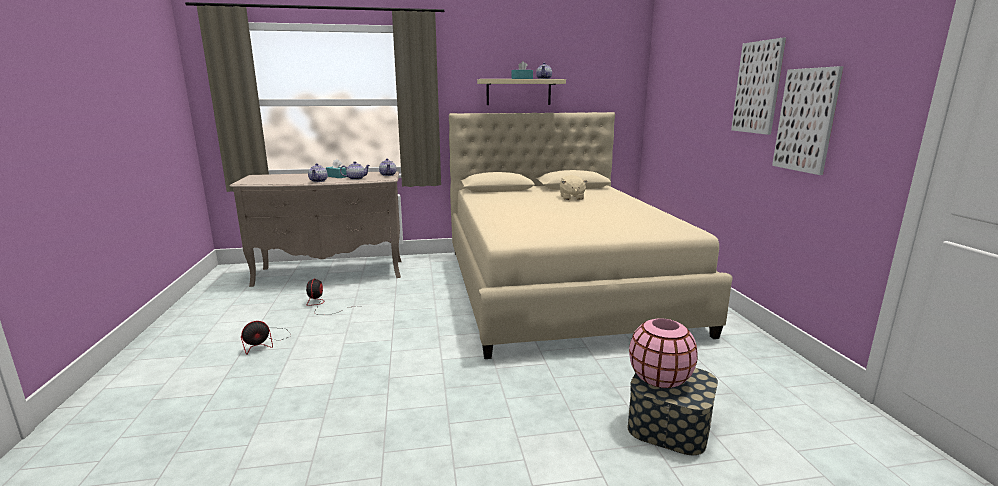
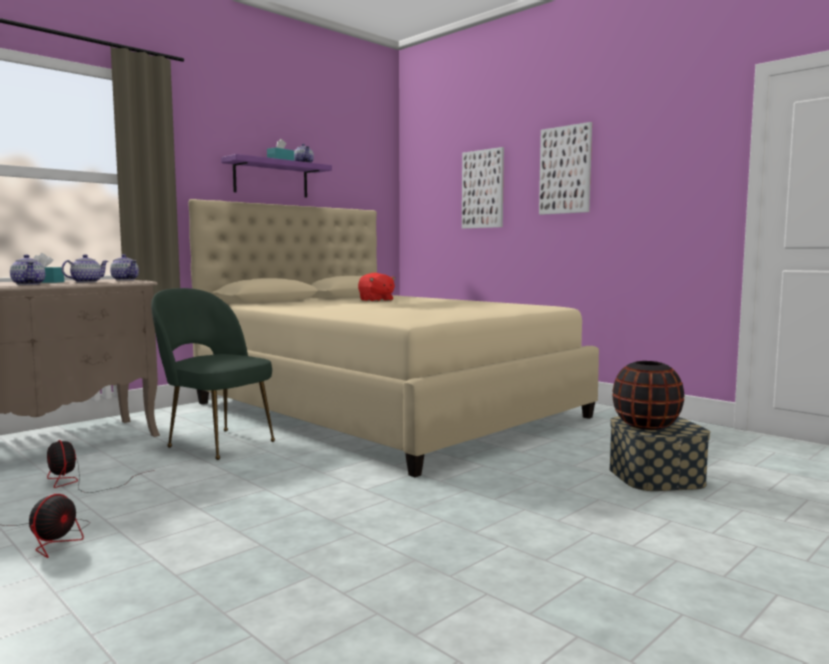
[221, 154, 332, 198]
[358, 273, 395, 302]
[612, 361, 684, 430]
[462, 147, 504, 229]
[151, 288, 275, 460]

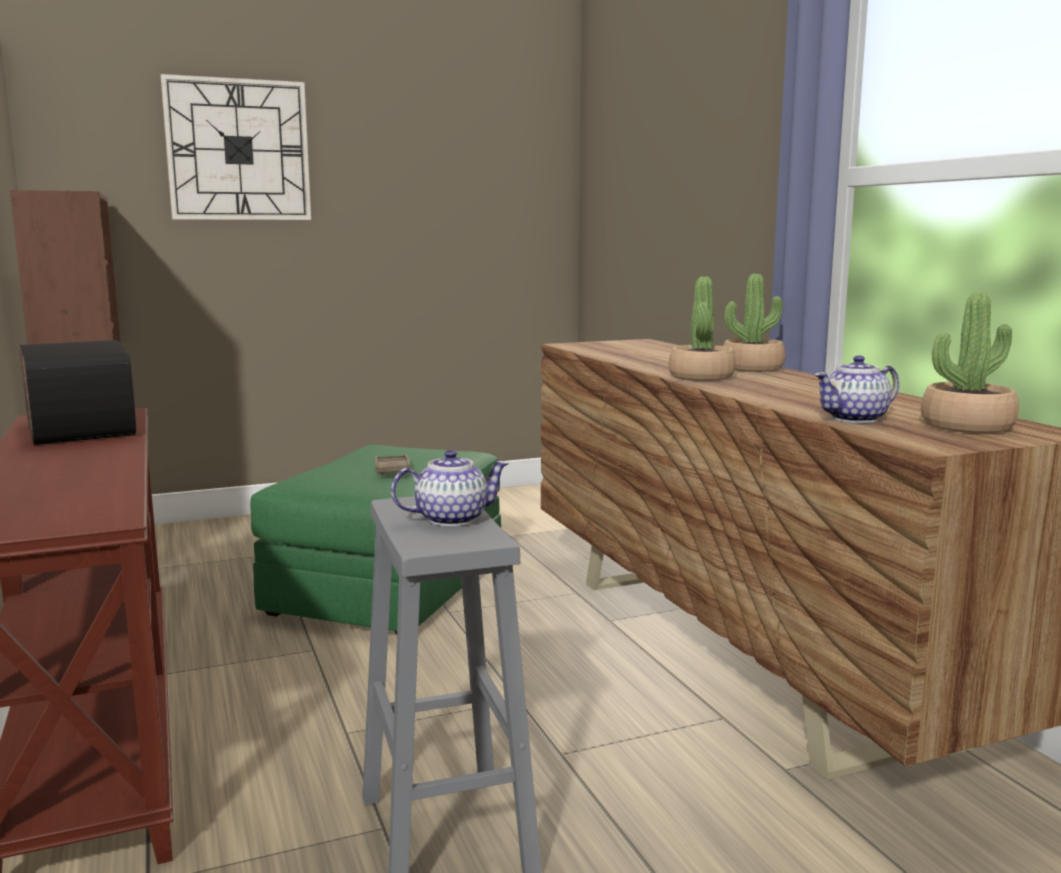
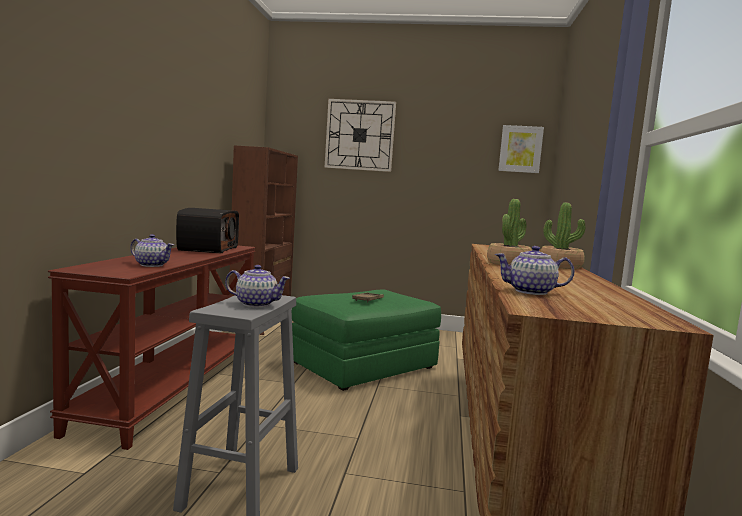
[921, 293, 1019, 433] (first image)
[130, 234, 174, 267]
[498, 125, 544, 173]

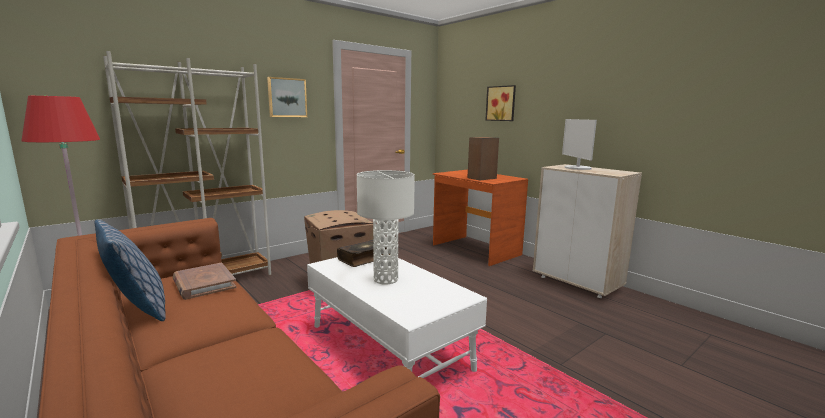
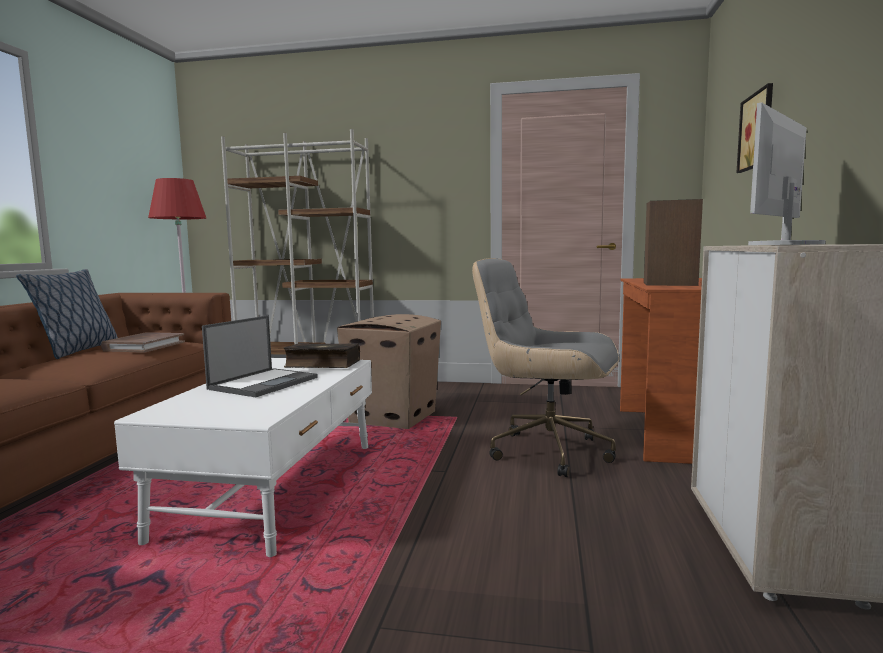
[267, 77, 307, 117] (first image)
[202, 315, 318, 397]
[472, 258, 619, 477]

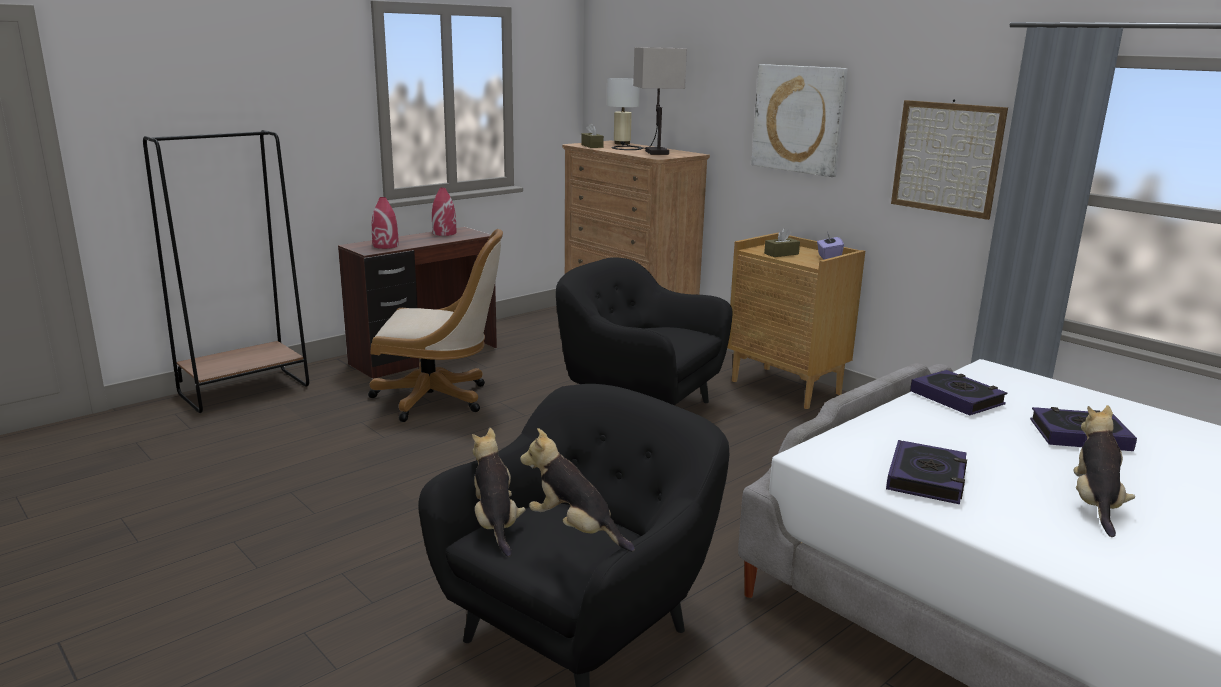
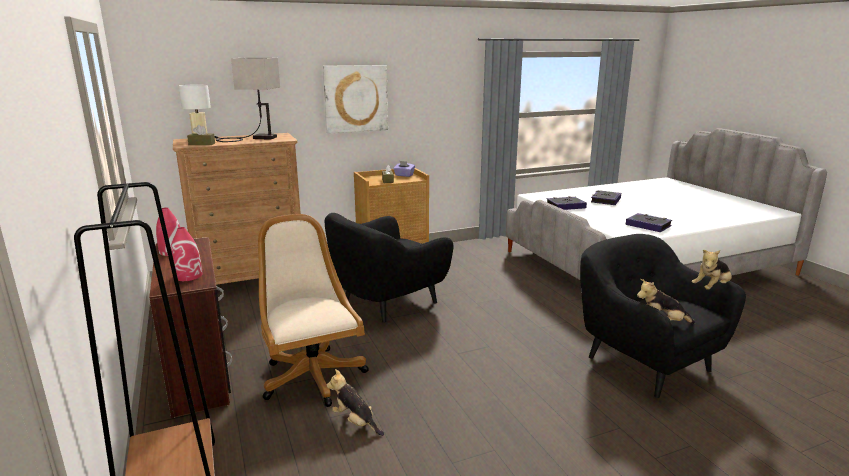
[258, 214, 369, 407]
[891, 99, 1008, 220] (first image)
[327, 369, 384, 436]

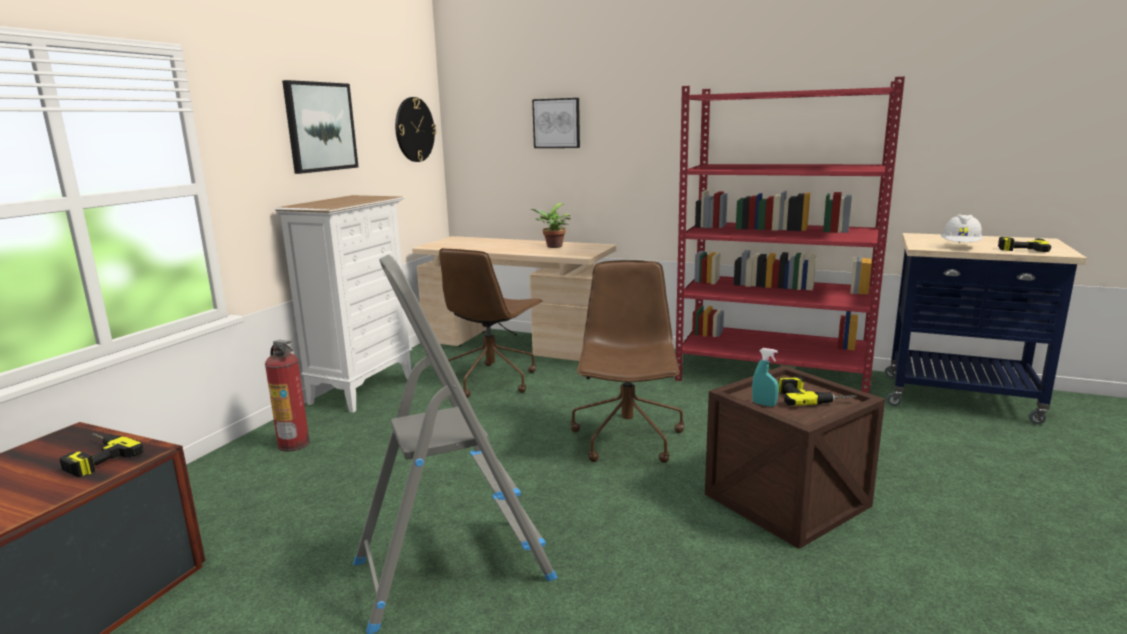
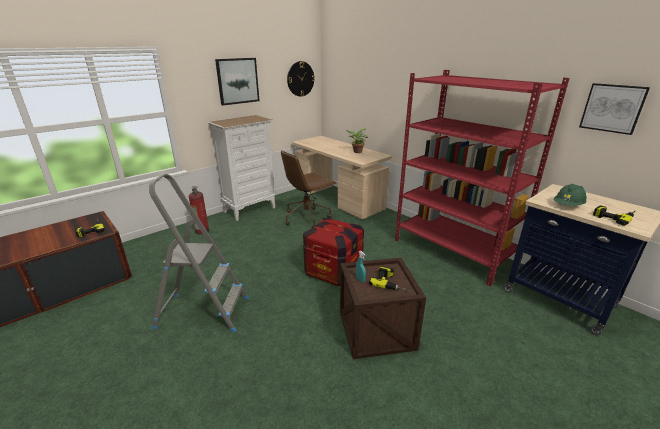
[579, 83, 650, 135]
[303, 218, 364, 286]
[554, 184, 587, 206]

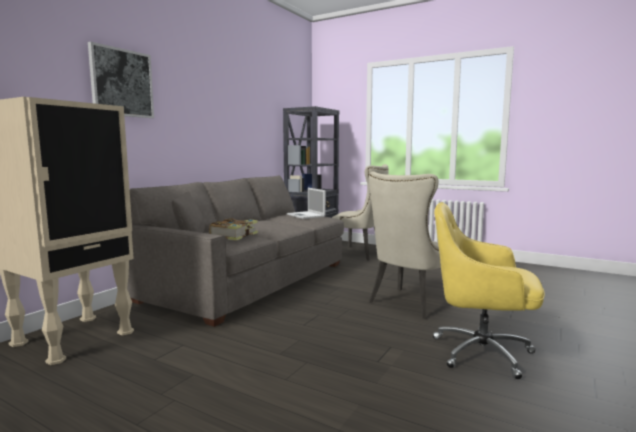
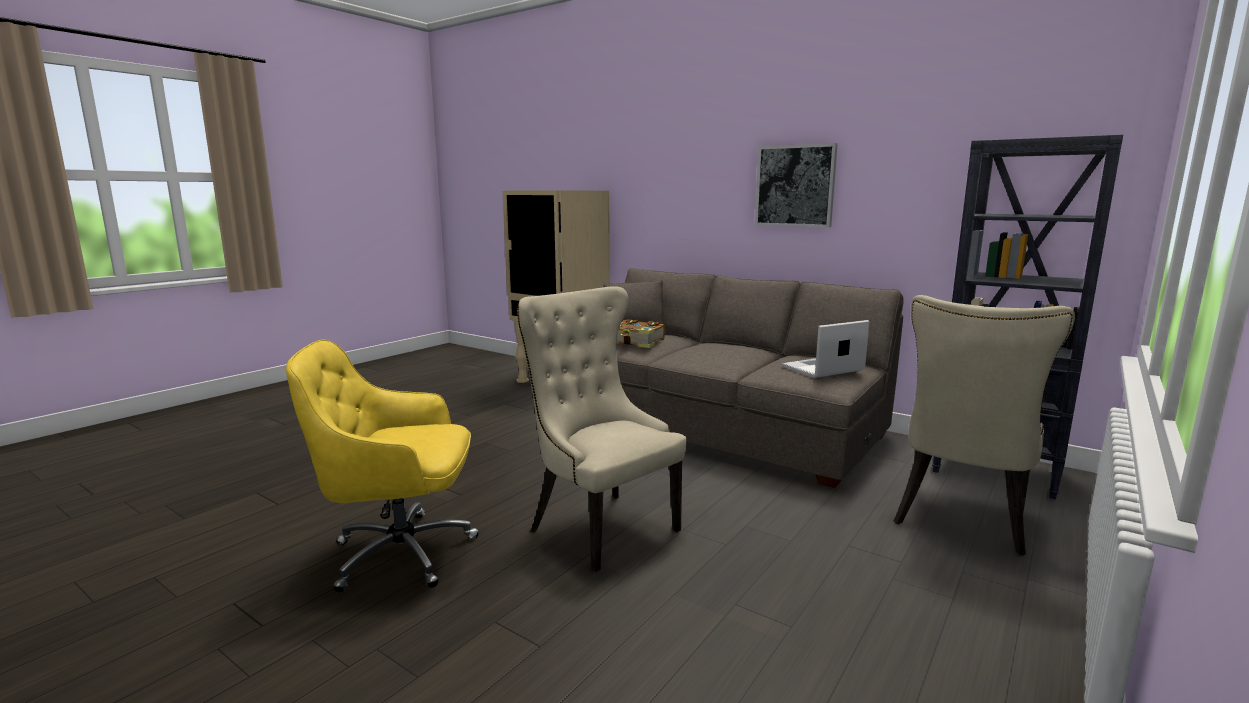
[755, 143, 838, 227]
[286, 340, 478, 592]

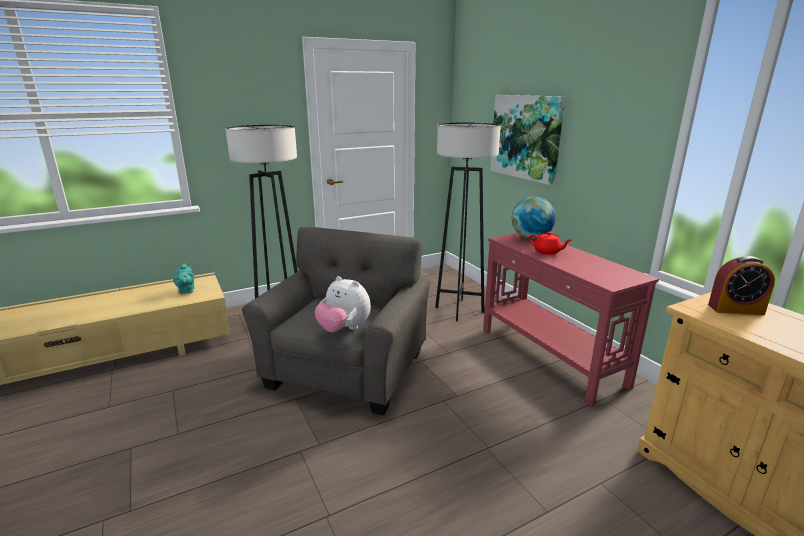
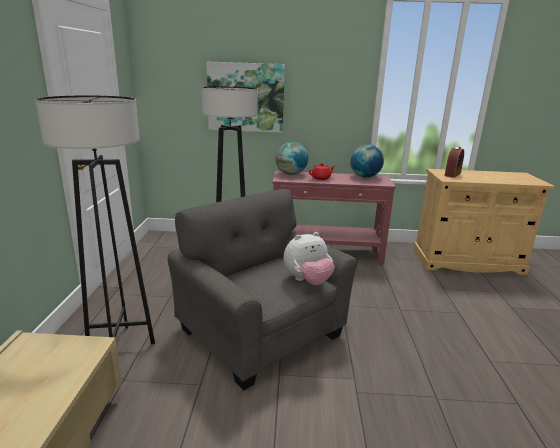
[173, 263, 195, 294] (first image)
[350, 144, 384, 178]

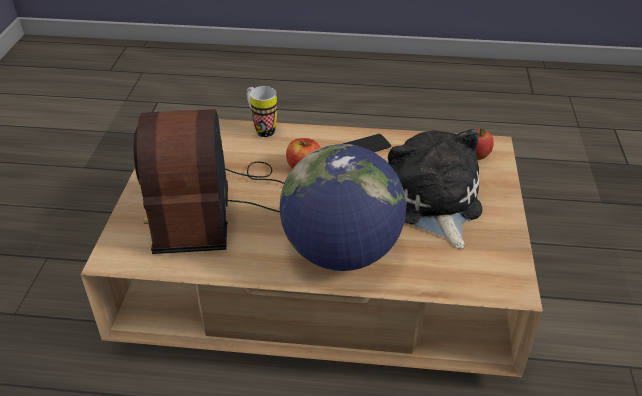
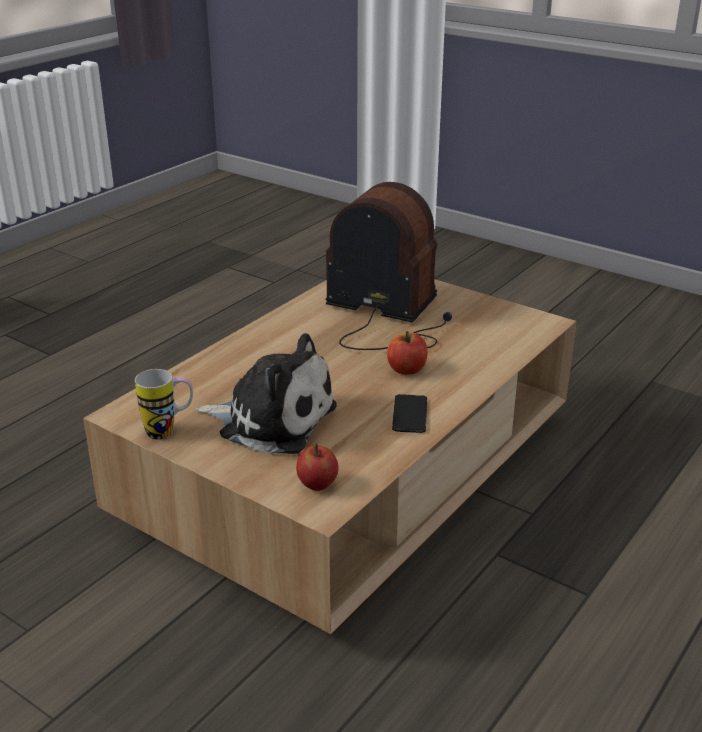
[135, 369, 193, 440]
[280, 144, 406, 271] (first image)

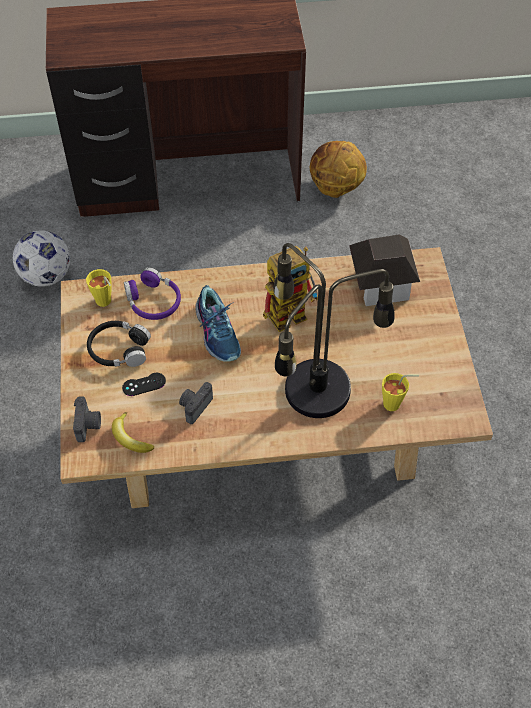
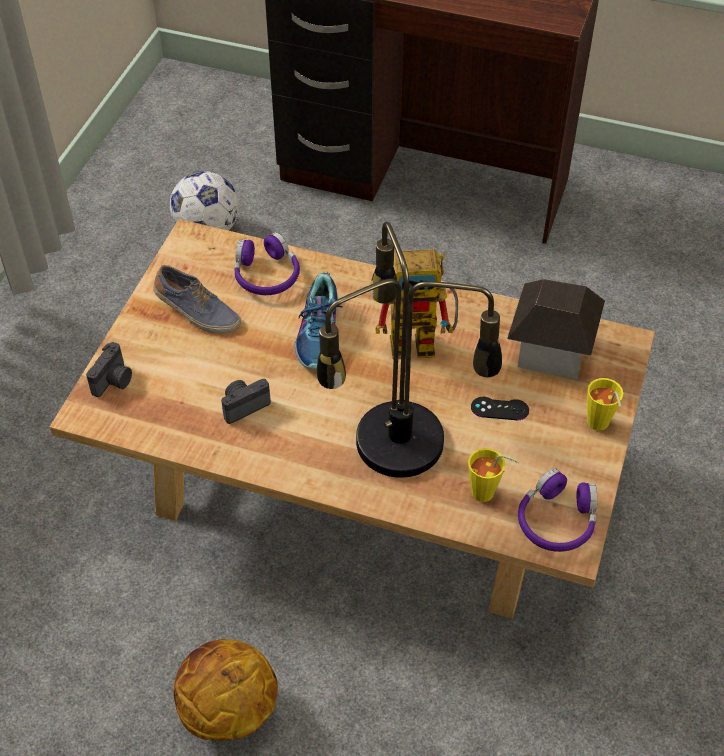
[587, 378, 623, 431]
[153, 265, 241, 334]
[112, 412, 154, 453] (first image)
[471, 397, 529, 420]
[173, 639, 278, 740]
[518, 468, 597, 552]

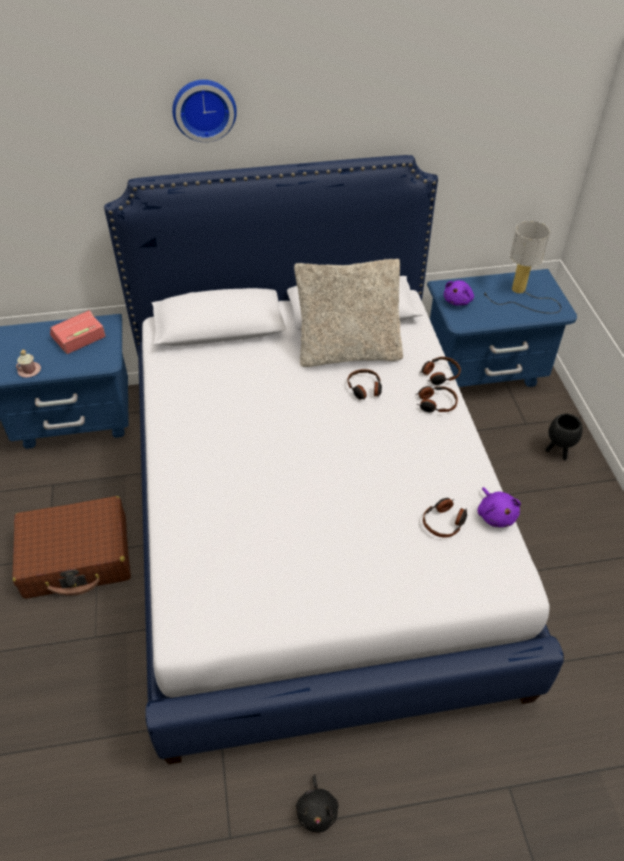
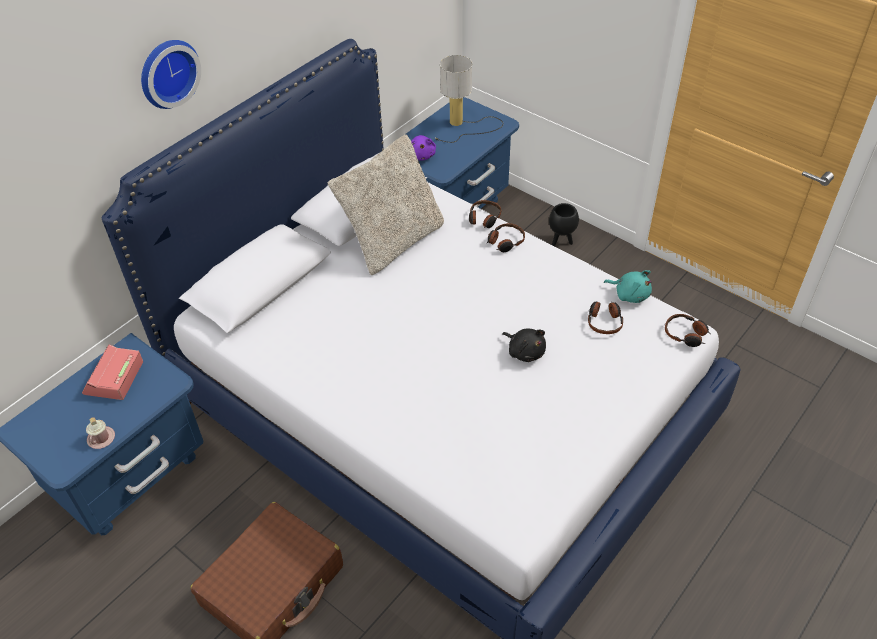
[502, 328, 546, 362]
[665, 314, 711, 347]
[604, 270, 652, 303]

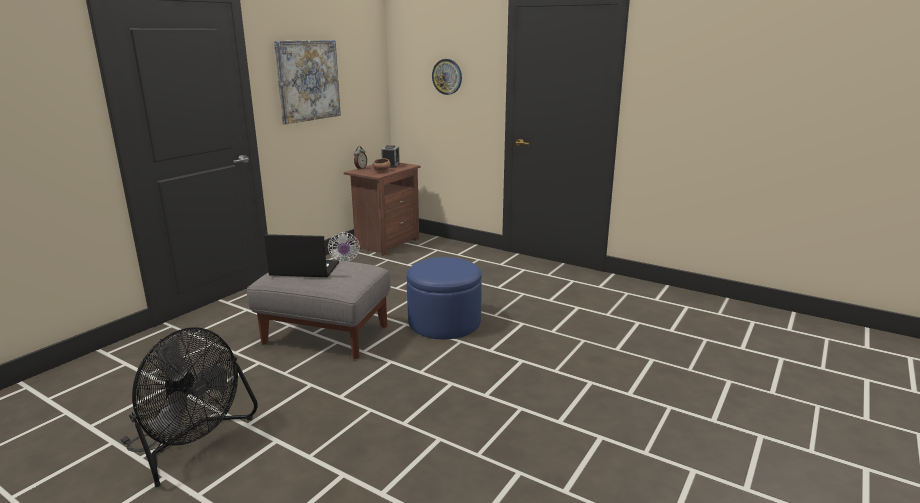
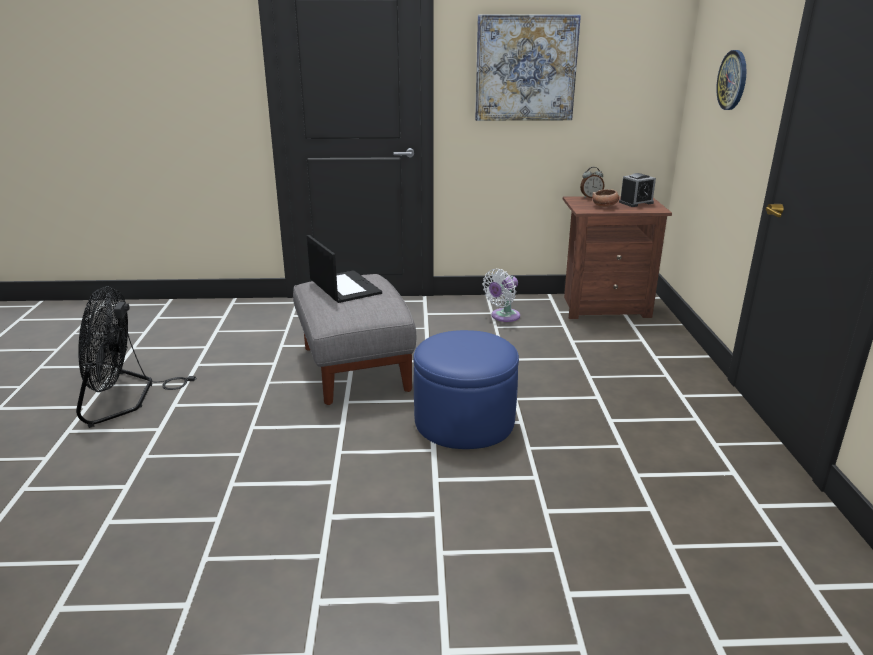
[76, 286, 196, 428]

